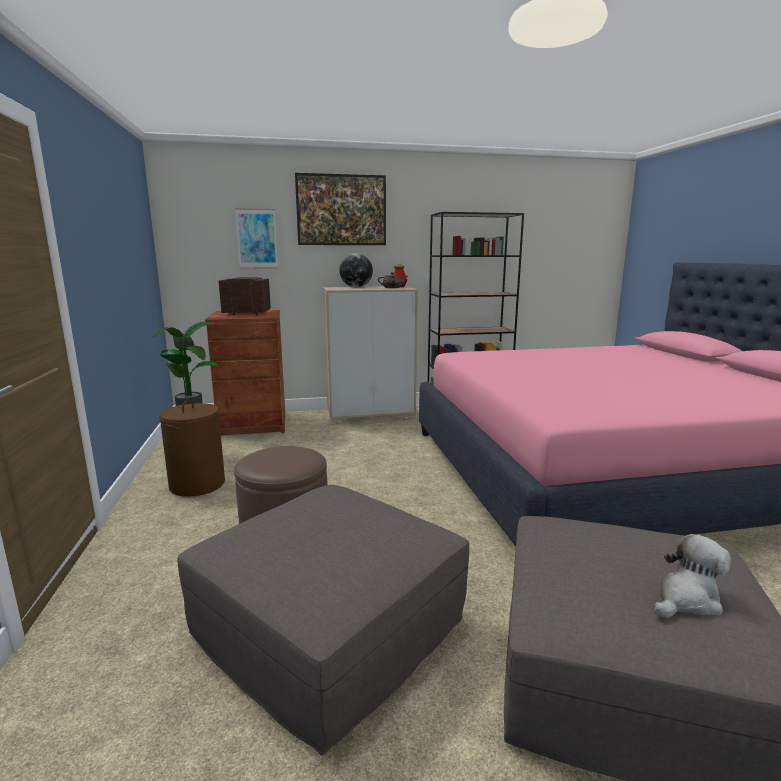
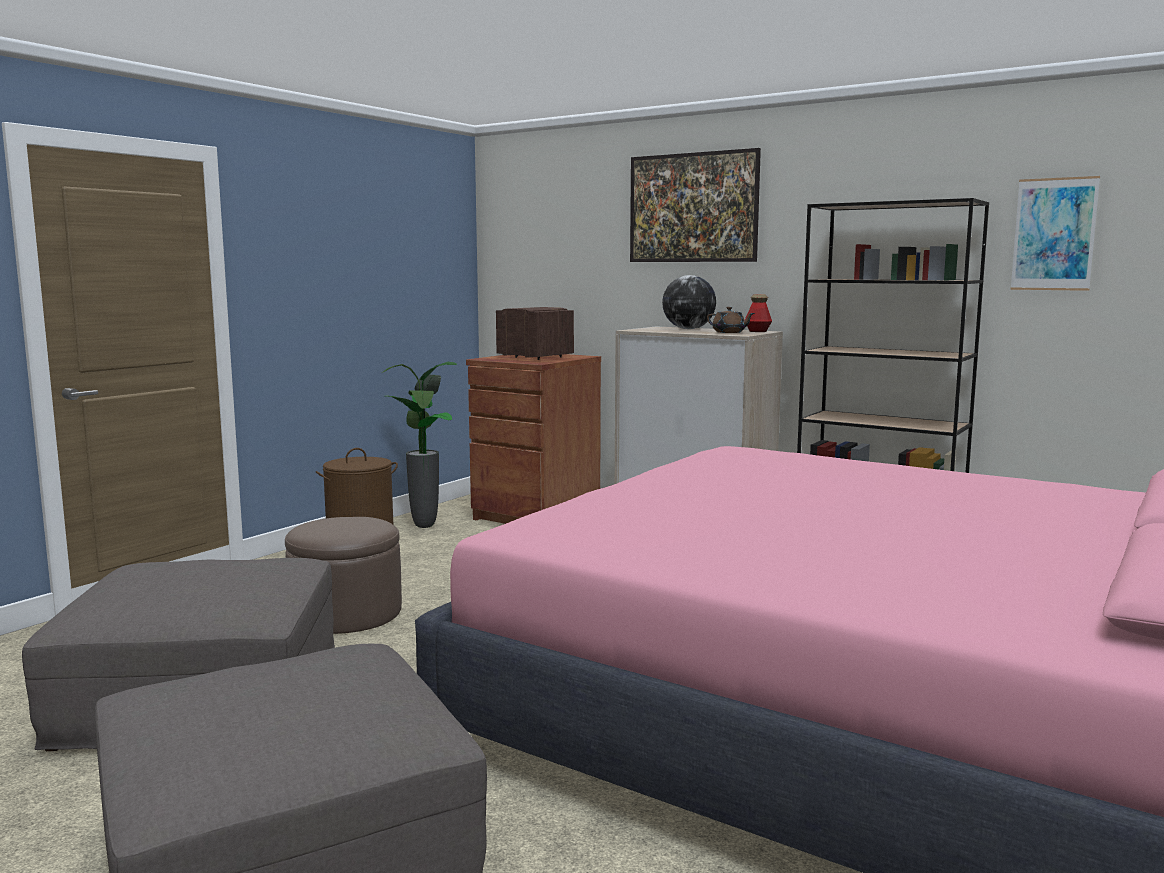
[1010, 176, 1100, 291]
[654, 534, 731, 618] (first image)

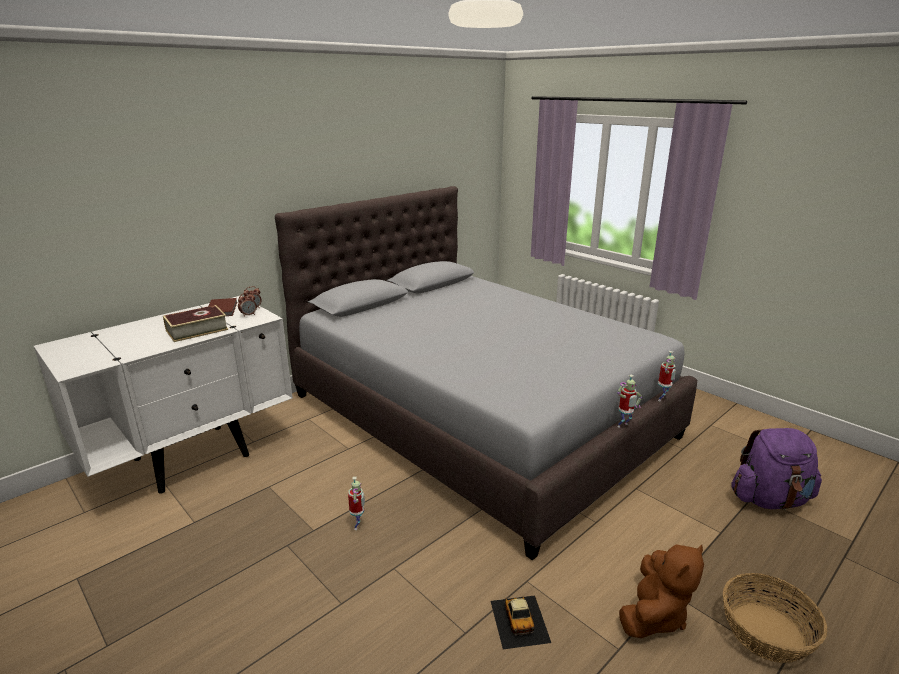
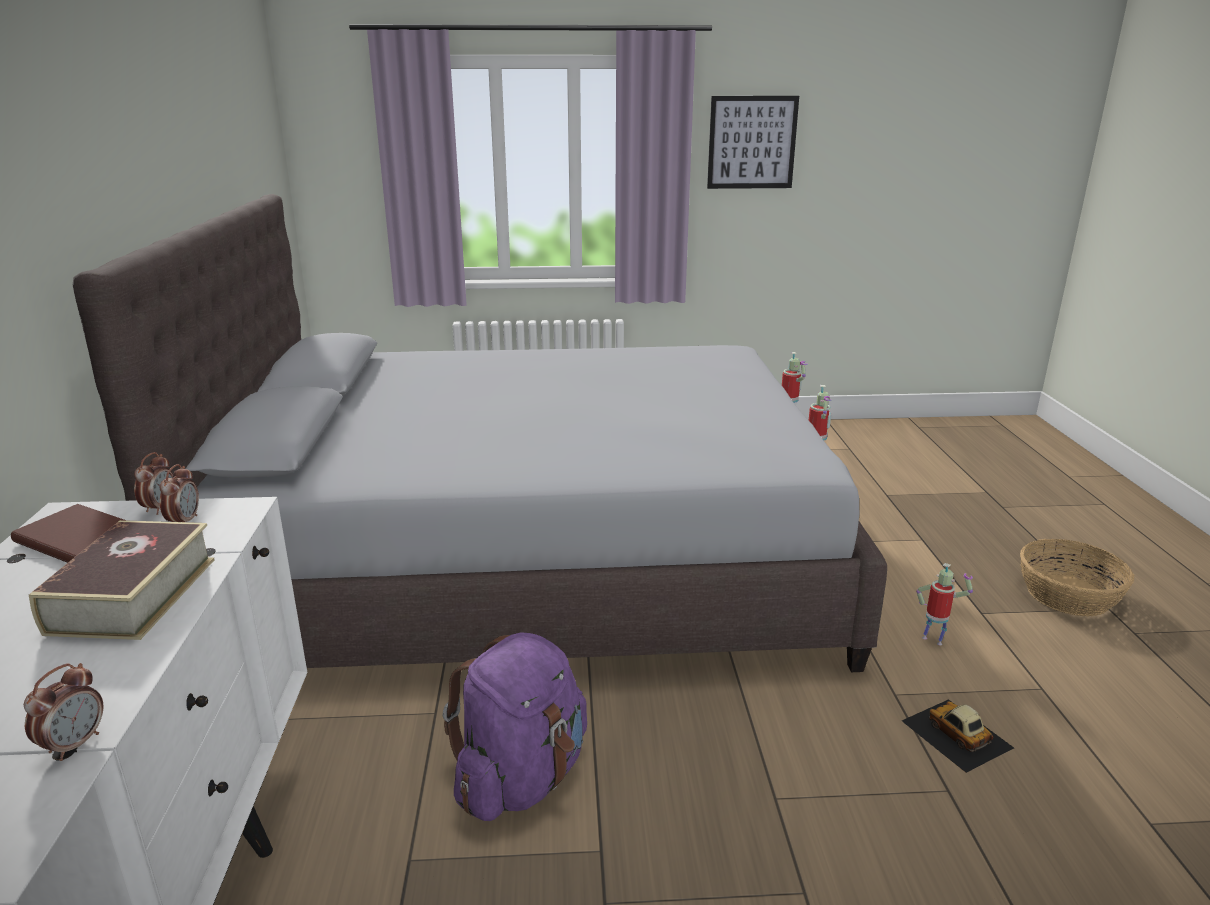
[916, 563, 973, 646]
[902, 699, 1014, 773]
[619, 544, 704, 638] (first image)
[443, 632, 587, 821]
[24, 663, 103, 761]
[707, 96, 799, 189]

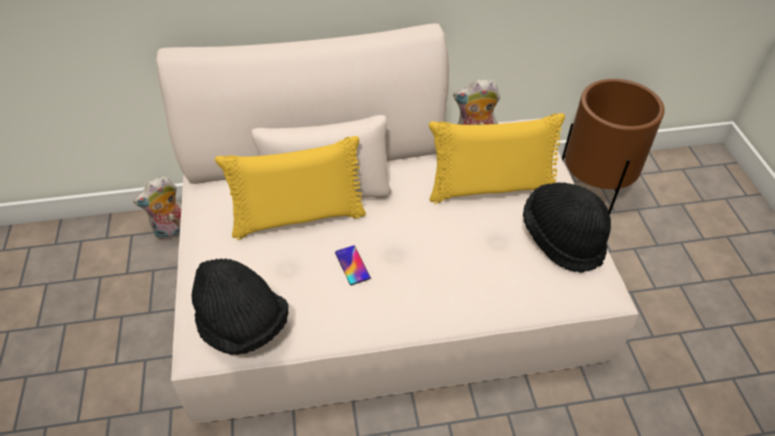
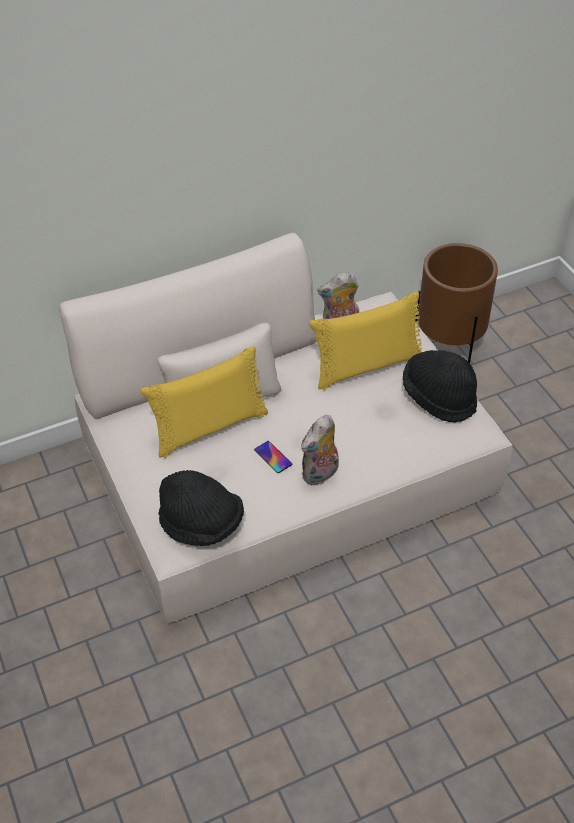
[301, 415, 339, 485]

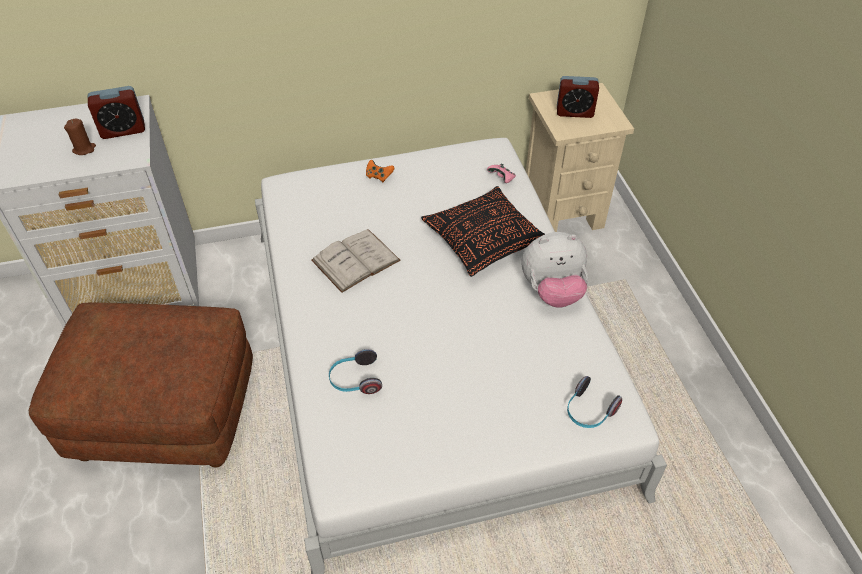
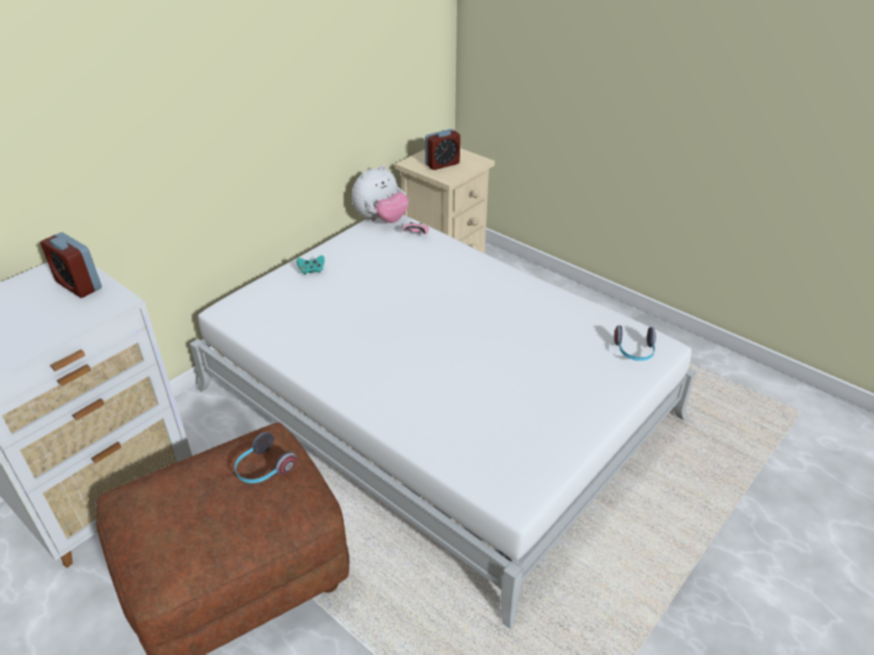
[64, 119, 96, 155] (first image)
[40, 232, 102, 298]
[311, 229, 401, 293] (first image)
[235, 432, 297, 483]
[297, 255, 325, 275]
[421, 186, 545, 277] (first image)
[352, 165, 409, 223]

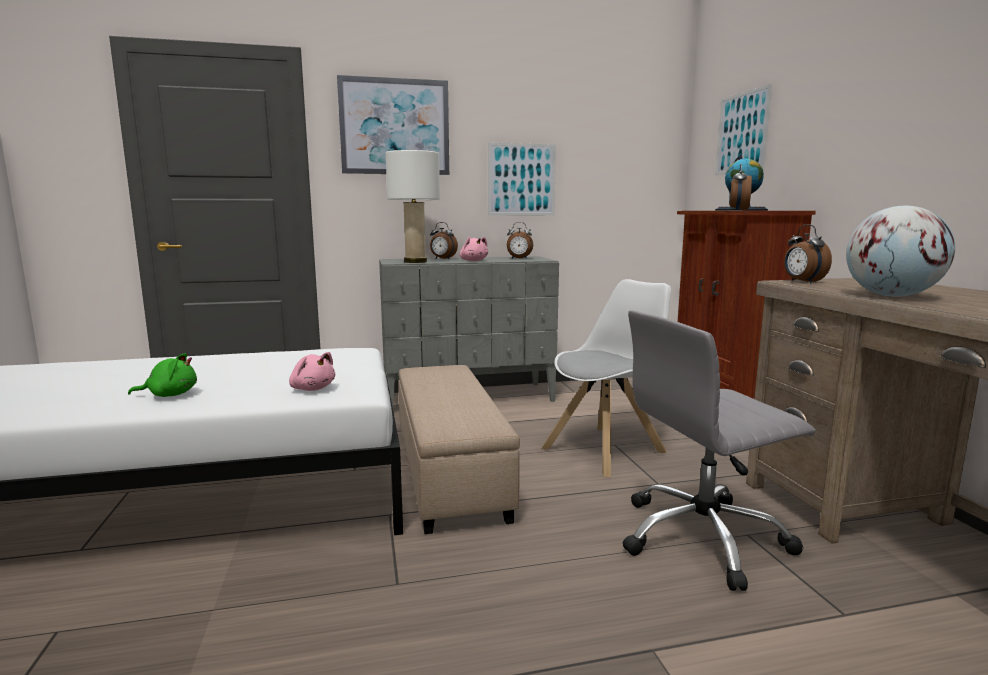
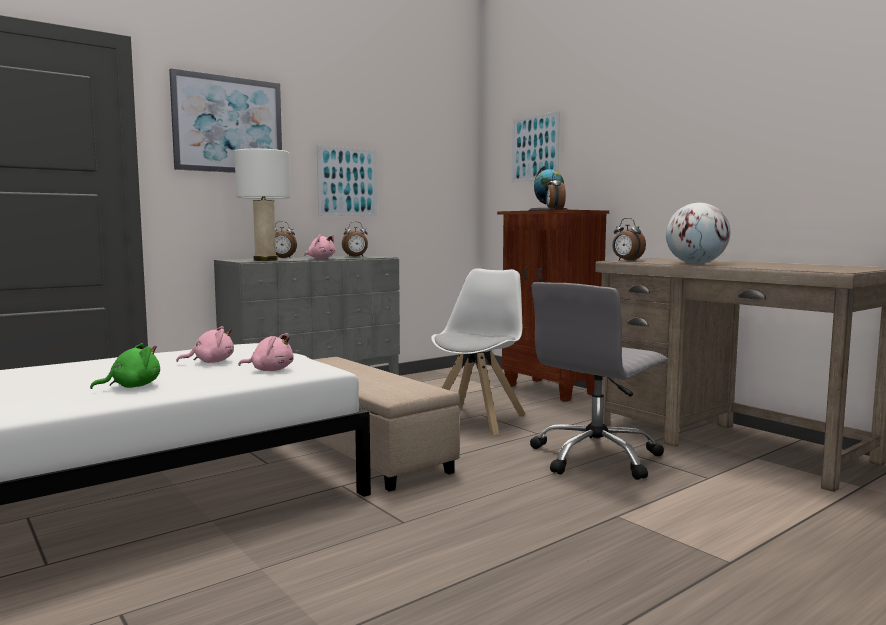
[176, 326, 234, 363]

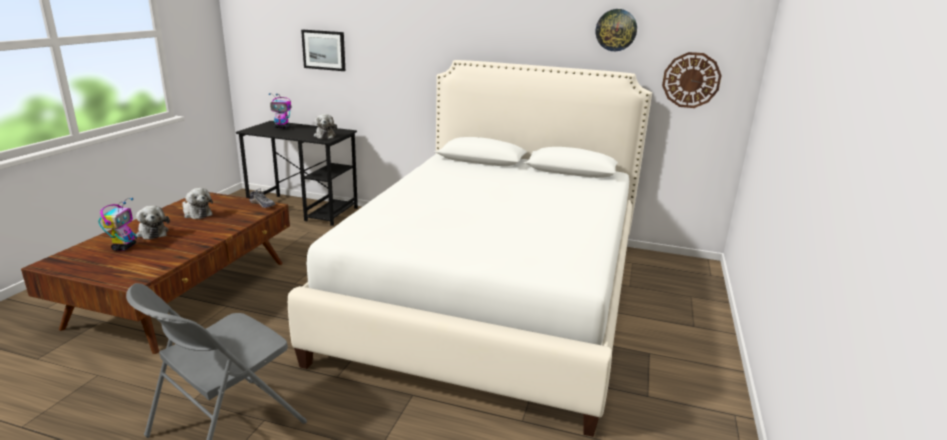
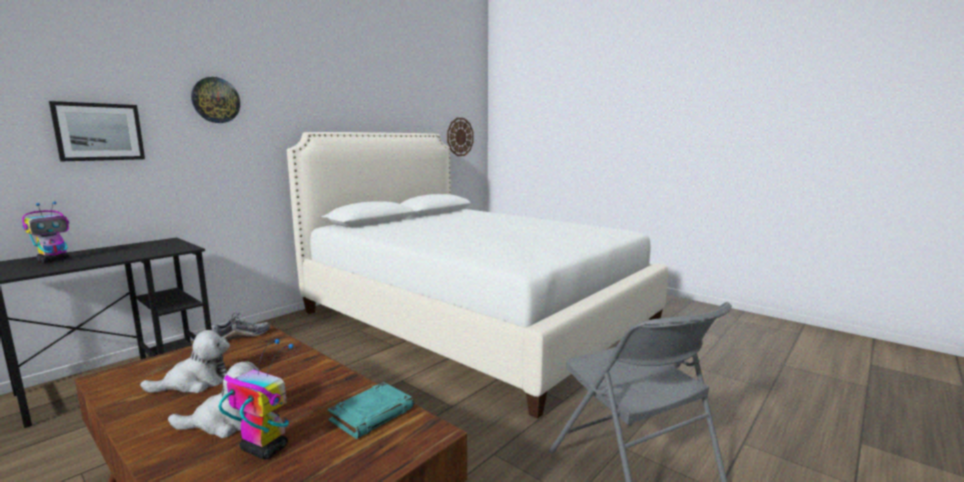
[314, 114, 337, 139] (first image)
[191, 77, 240, 123]
[328, 382, 414, 439]

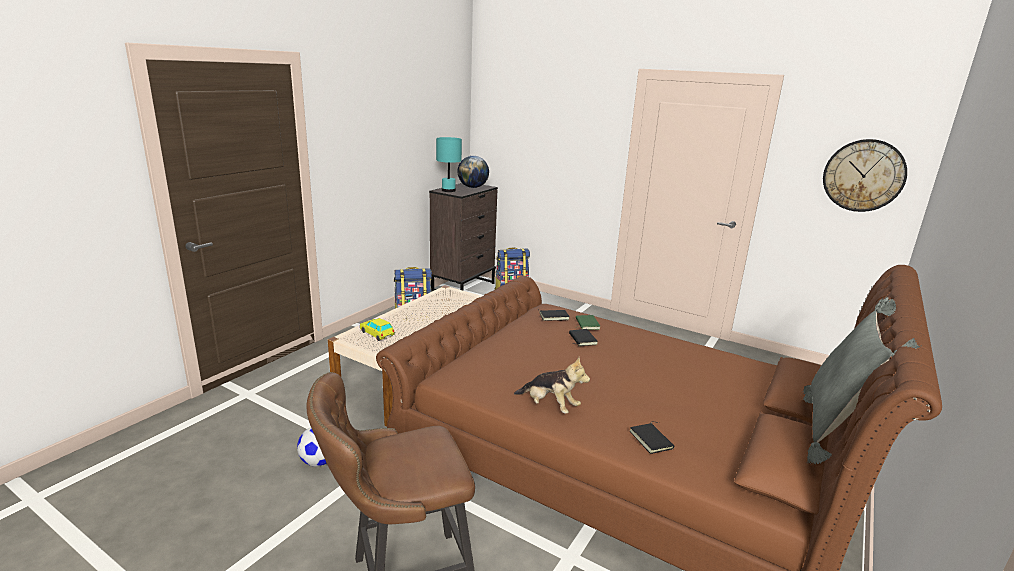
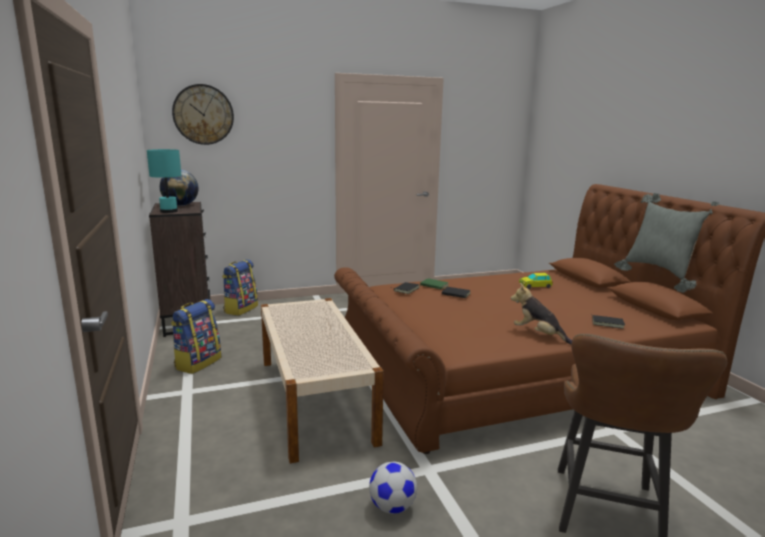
[519, 273, 553, 289]
[511, 283, 572, 344]
[172, 84, 234, 145]

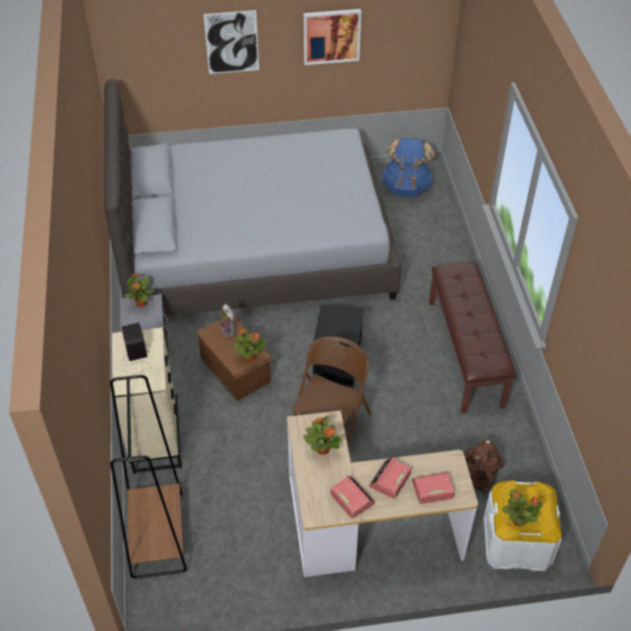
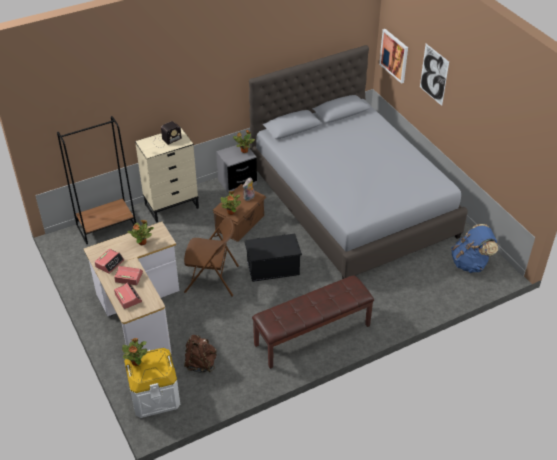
[379, 29, 408, 84]

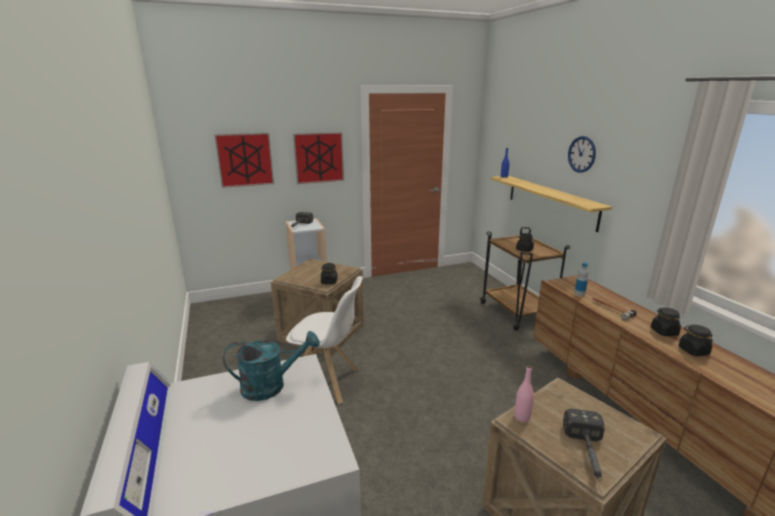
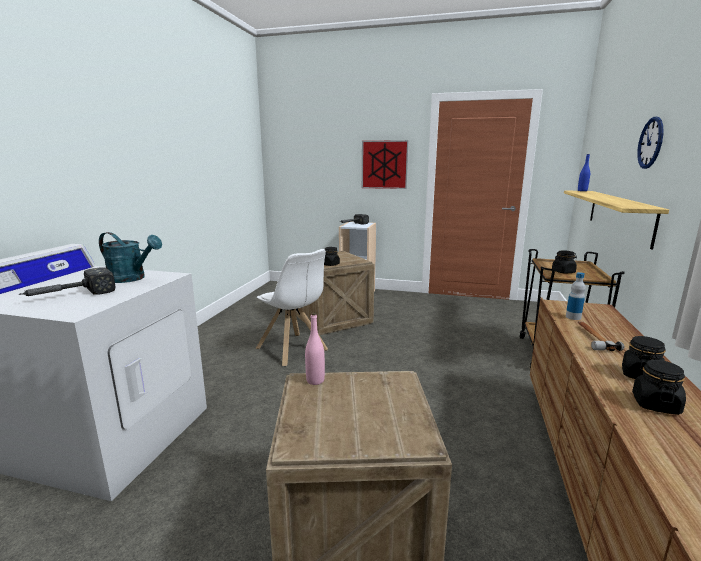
[214, 133, 274, 188] (first image)
[19, 267, 116, 296]

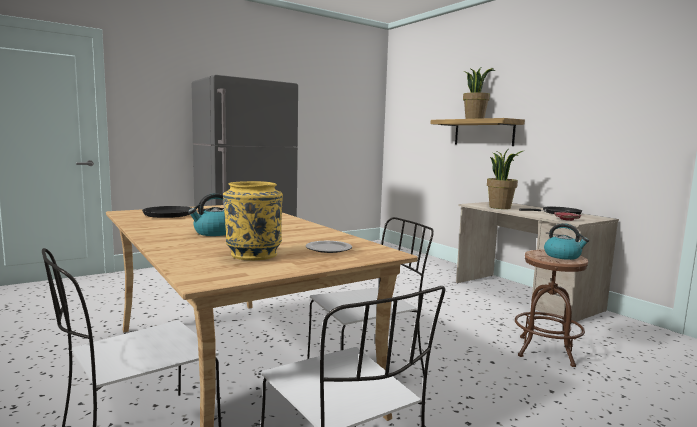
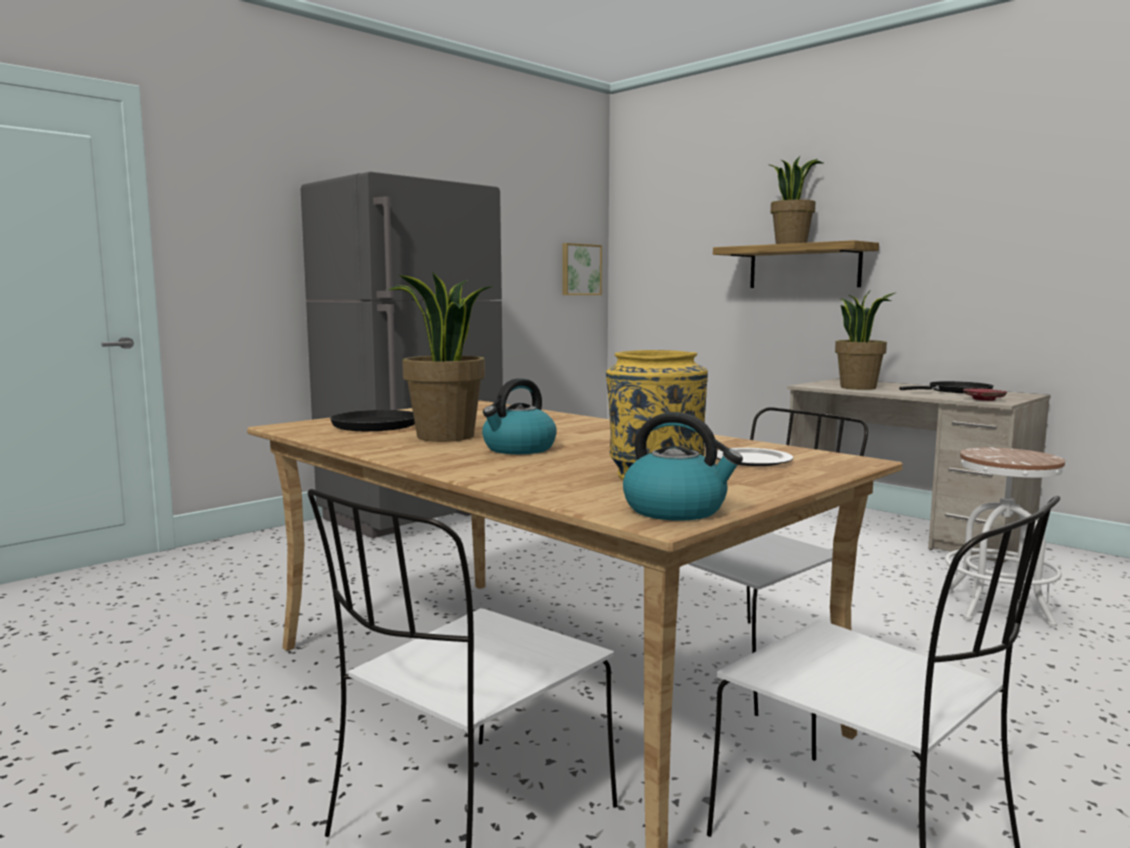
[945, 448, 1065, 627]
[623, 412, 743, 521]
[388, 271, 493, 442]
[562, 243, 602, 295]

